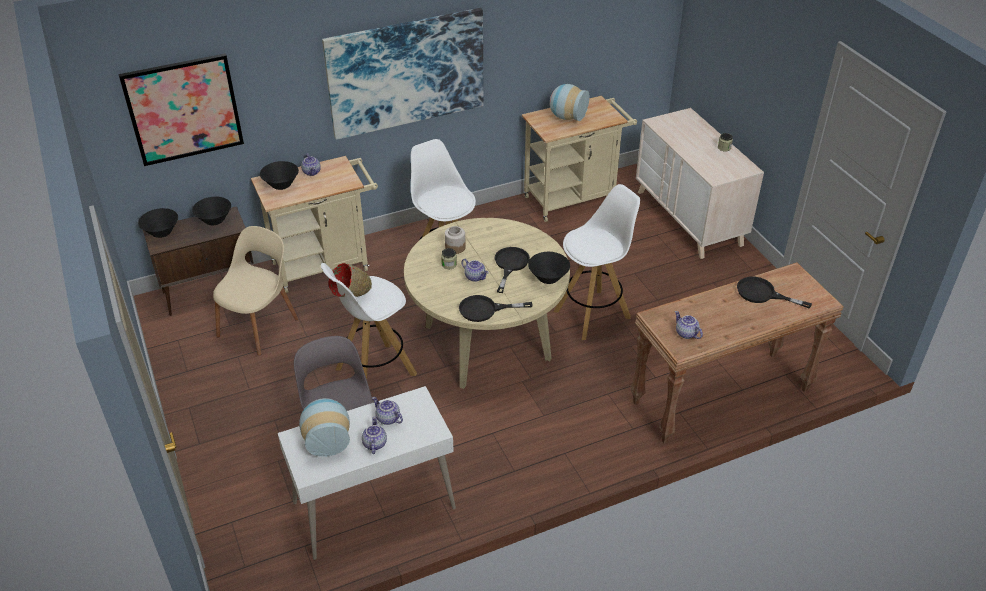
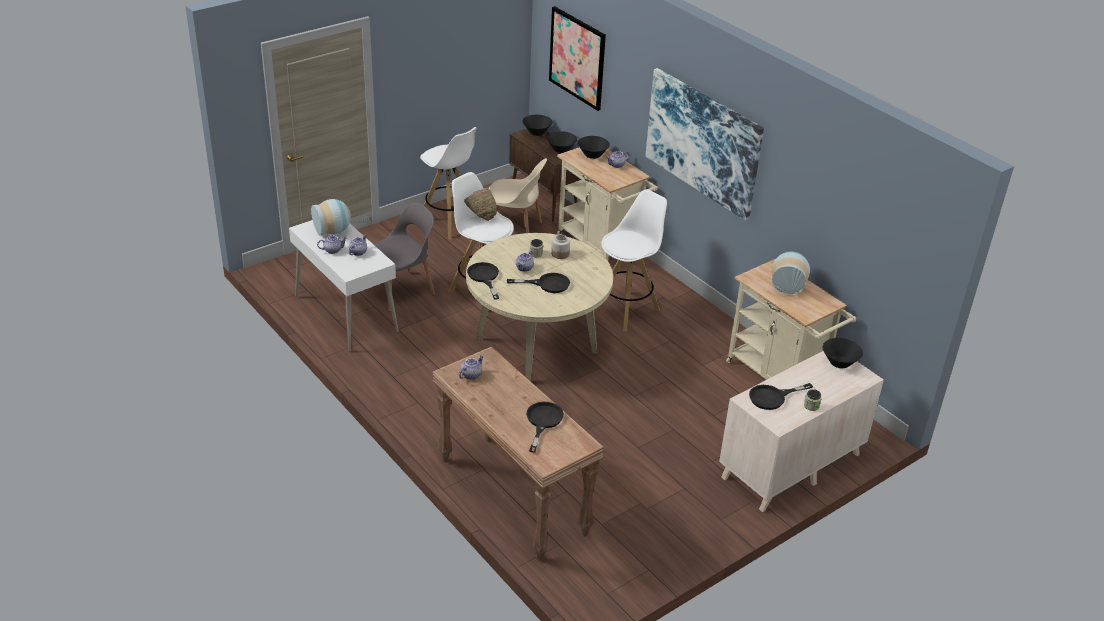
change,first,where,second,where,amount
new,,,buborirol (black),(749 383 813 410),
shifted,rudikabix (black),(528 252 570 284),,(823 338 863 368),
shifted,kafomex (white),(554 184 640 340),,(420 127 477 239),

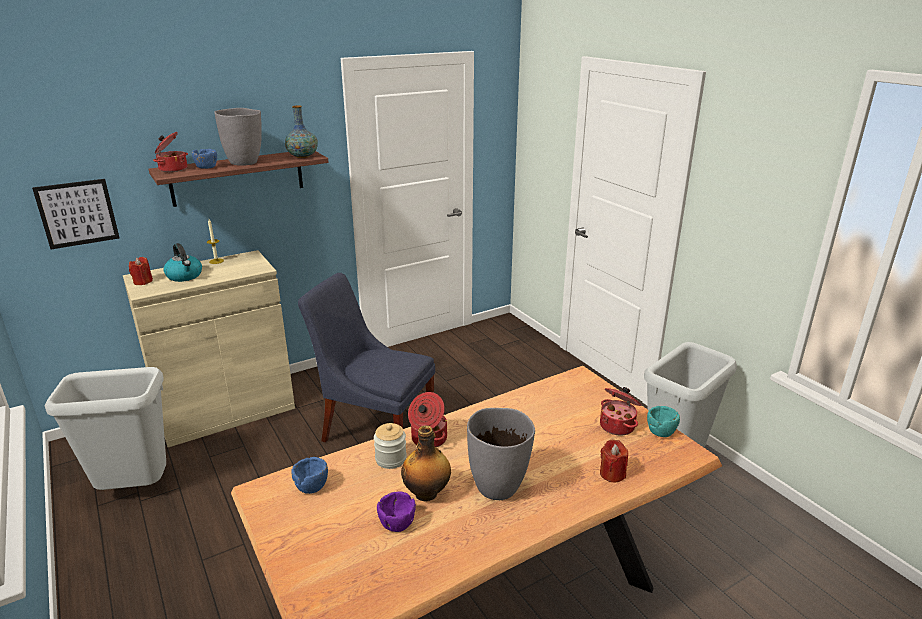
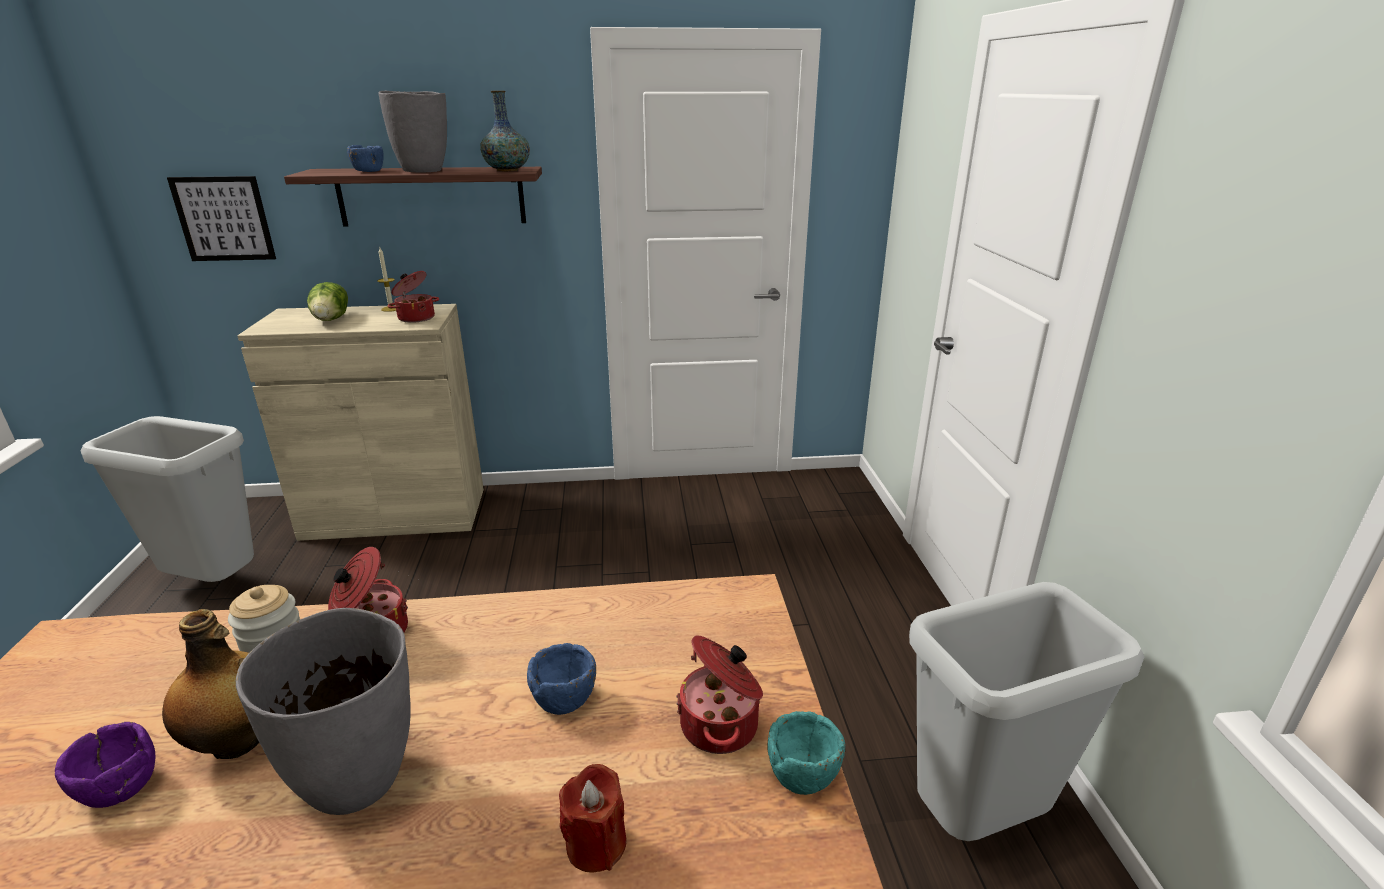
change,first,where,second,where,amount
gone,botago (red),(129 257 153 285),,,
gone,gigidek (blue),(298 273 435 442),,,
shifted,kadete,(153 132 188 172),,(387 271 439 323),
shifted,rudikabix (blue),(291 457 328 494),,(527 643 596 715),
swapped,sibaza,(163 243 202 282),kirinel,(307 282 348 321),

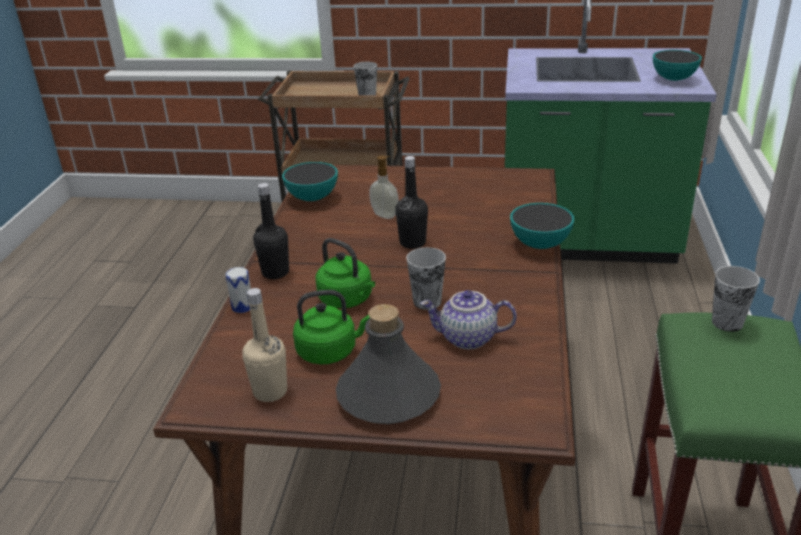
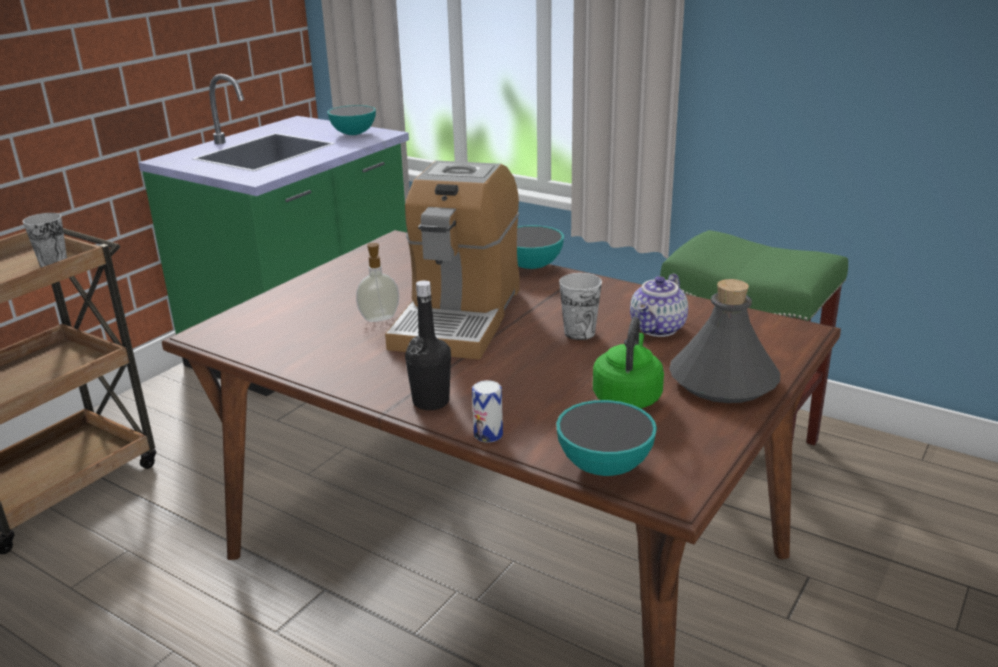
change,first,where,second,where,amount
gone,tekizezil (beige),(242 288 287 402),,,
gone,sibaza (green),(316 238 375 308),,,
gone,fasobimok,(712 266 760 332),,,
shifted,rudikabix,(282 162 338 201),,(556 400 657 476),
swapped,tekizezil (black),(395 156 428 249),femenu,(385 161 520 360),

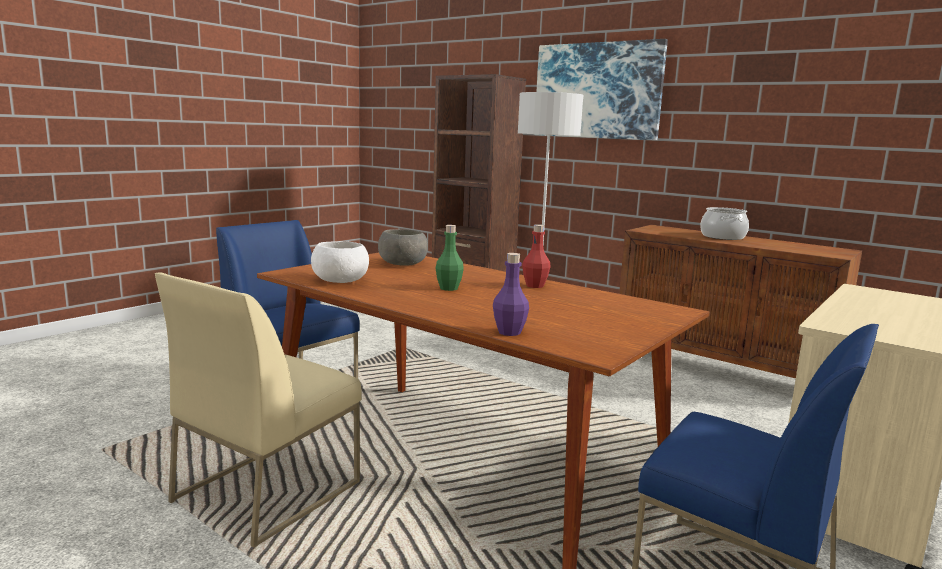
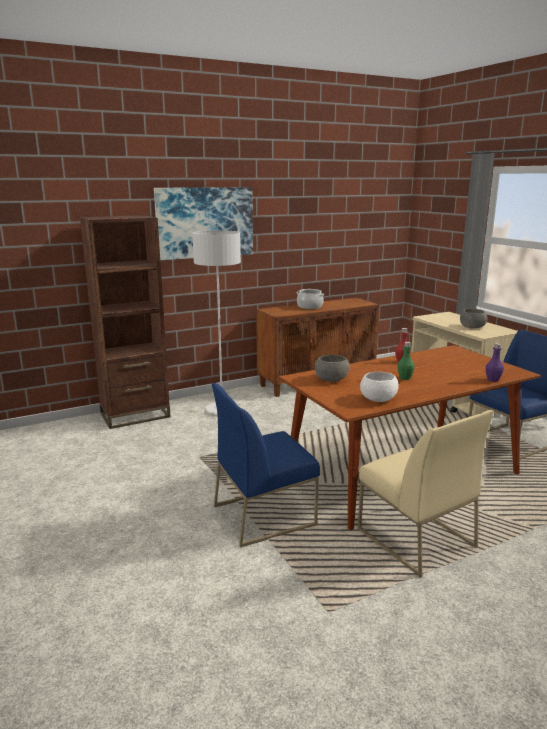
change,first,where,second,where,amount
new,,,rudikabix (grey),(460 309 487 328),

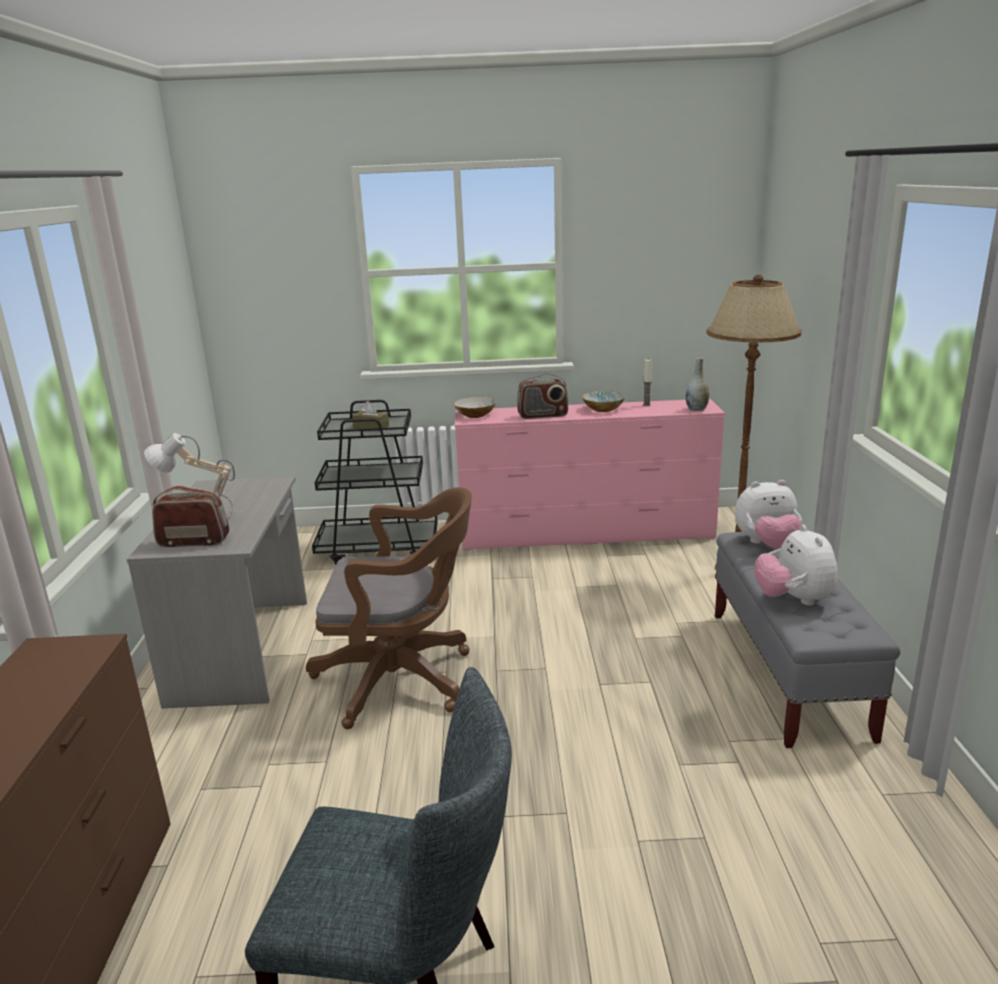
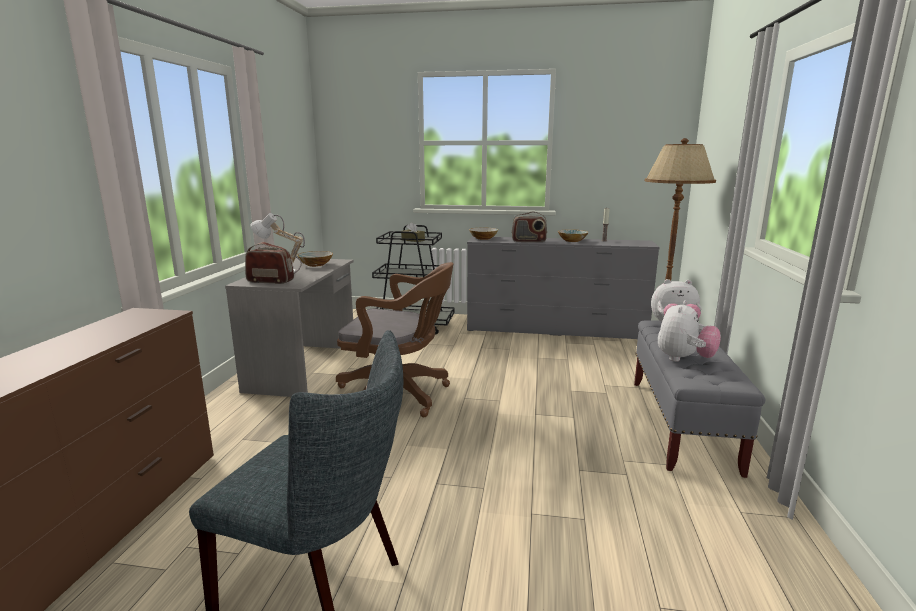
change,first,where,second,where,amount
gone,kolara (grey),(686 358 709 411),,,
new,,,rudikabix,(297 251 333 267),
repainted,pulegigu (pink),(455 399 725 550),pulegigu (grey),(467 236 660 339),
rotated,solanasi,(754 525 838 606),,(658 300 721 362),150 degrees counterclockwise

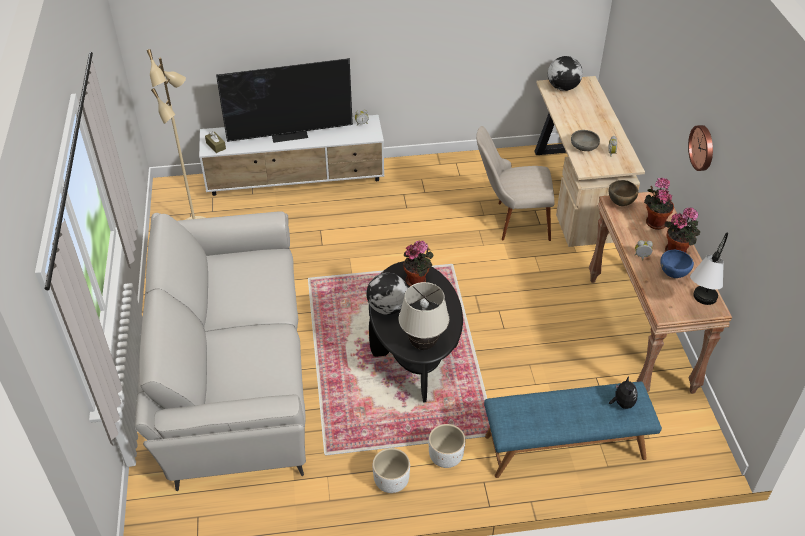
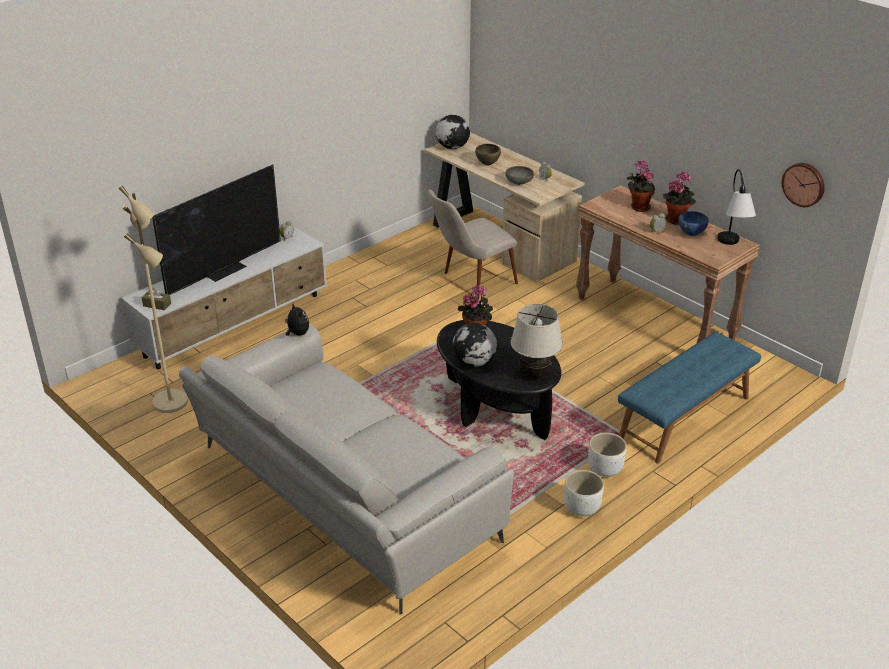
change,first,where,second,where,amount
shifted,rudikabix (brown),(609 180 638 206),,(475 144 501 165),
shifted,solanasi,(609 376 637 409),,(285 304 309 336),
shifted,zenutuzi,(688 125 713 171),,(782 163 825 207),

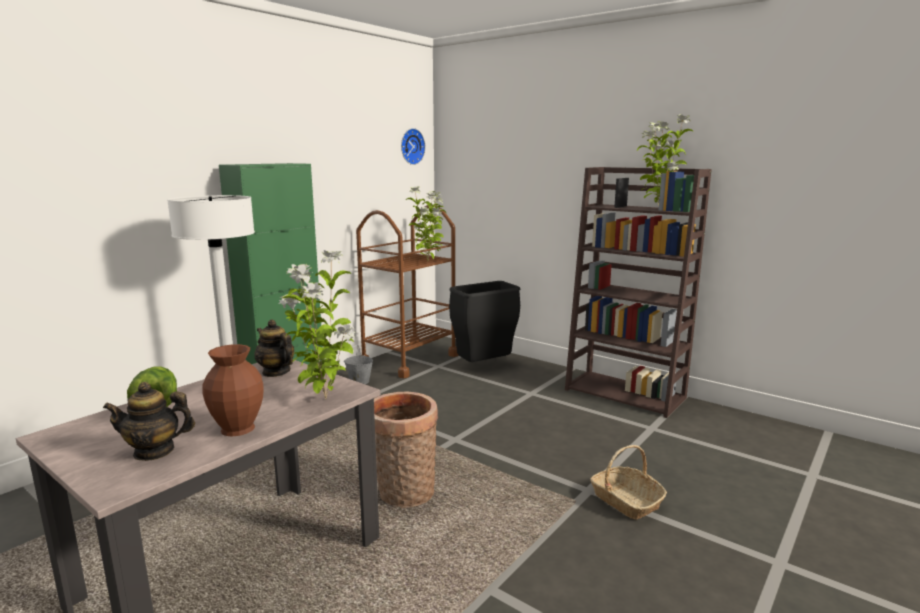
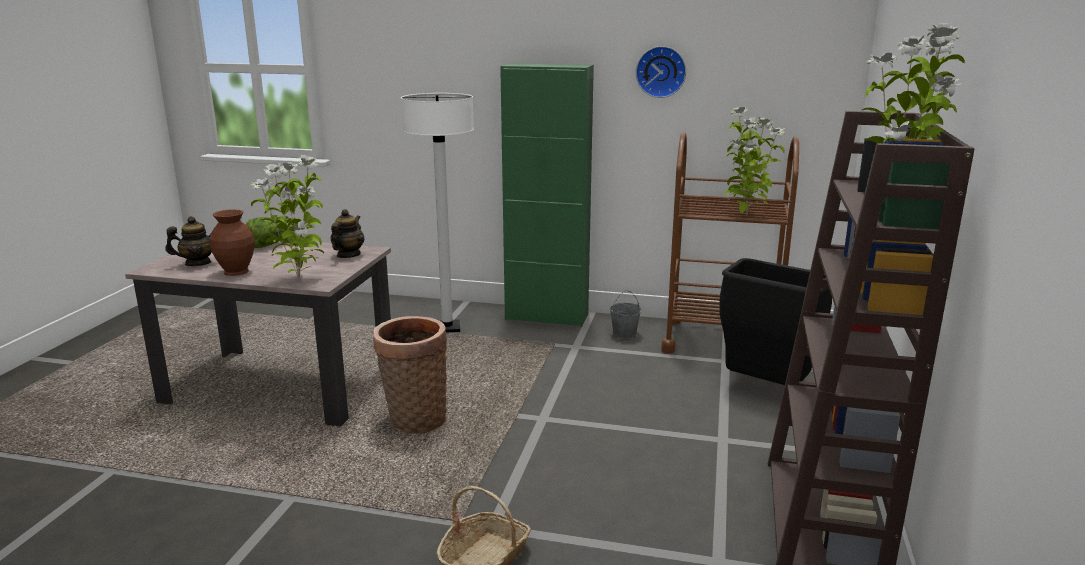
change,first,where,second,where,amount
shifted,zenutuzi,(401 128 425 165),,(636 46 686 98),
rotated,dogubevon,(103 382 195 461),,(165 216 212 266),105 degrees clockwise

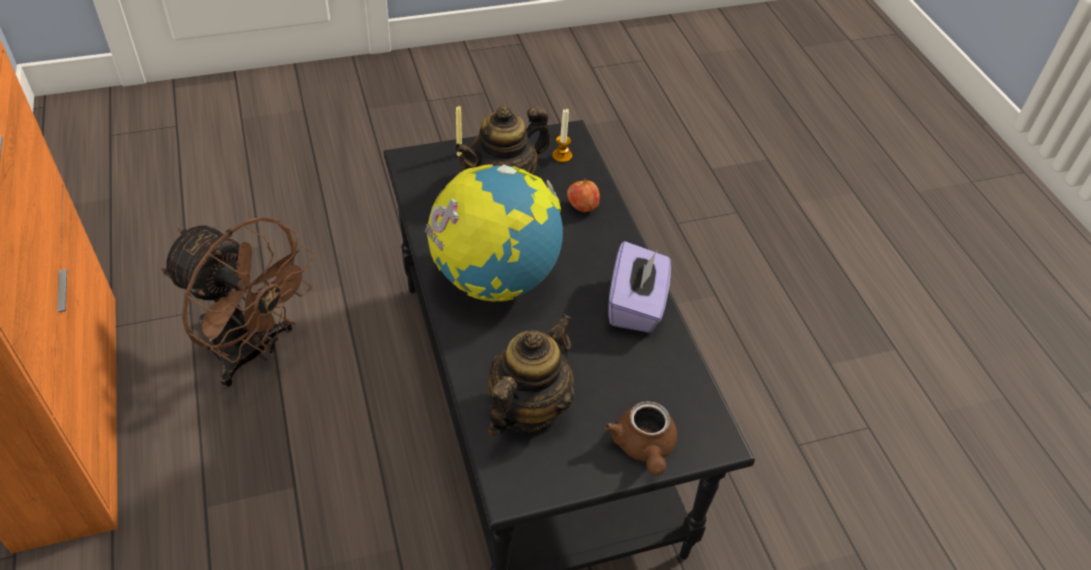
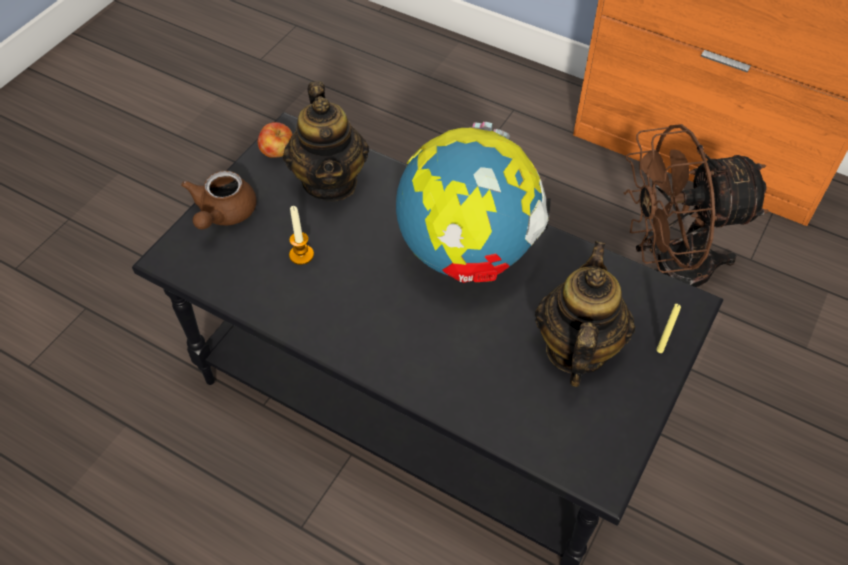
change,first,where,second,where,amount
gone,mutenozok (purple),(608 241 671 333),,,
shifted,botago,(552 109 572 162),,(289 206 314 265),
shifted,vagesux,(567 178 600 212),,(258 122 293 158),
rotated,dogubevon (brown),(605 401 677 476),,(181 171 257 229),120 degrees counterclockwise

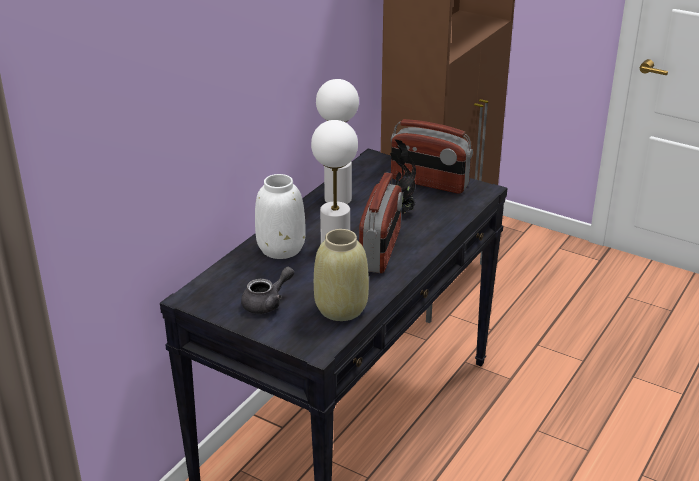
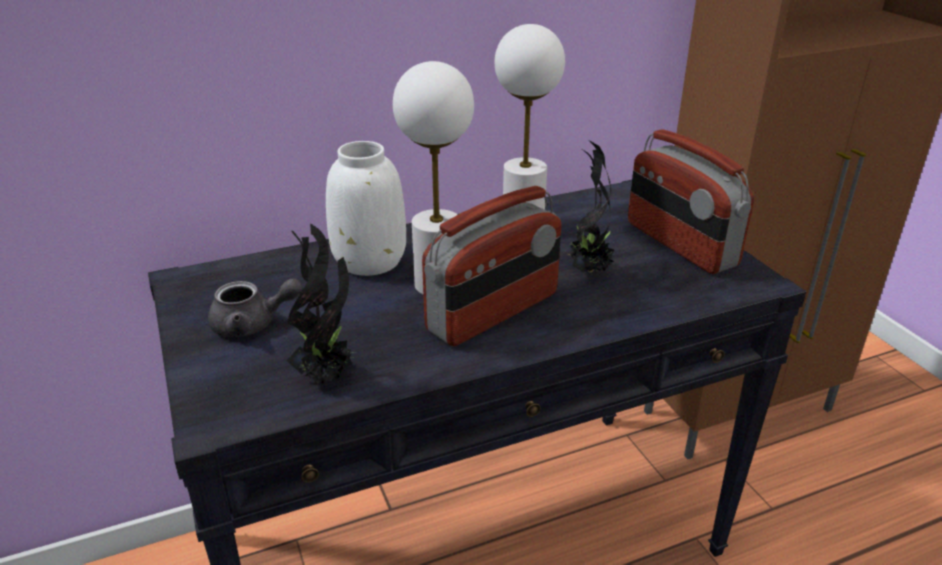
change,first,where,second,where,amount
swapped,kolara (beige),(314 229 369 321),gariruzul,(287 223 354 385),

